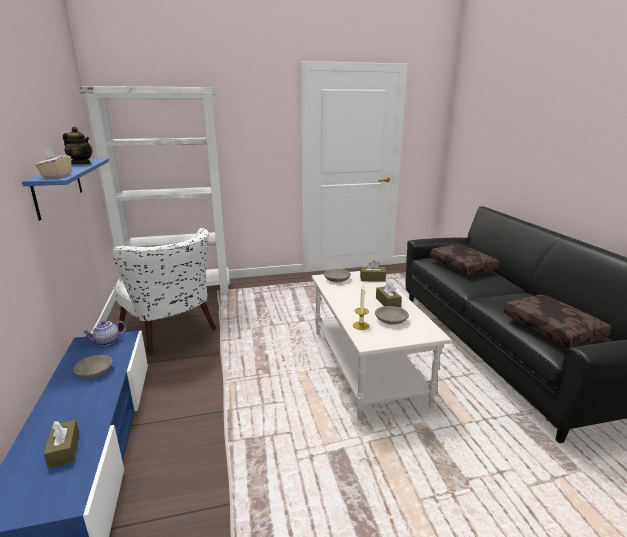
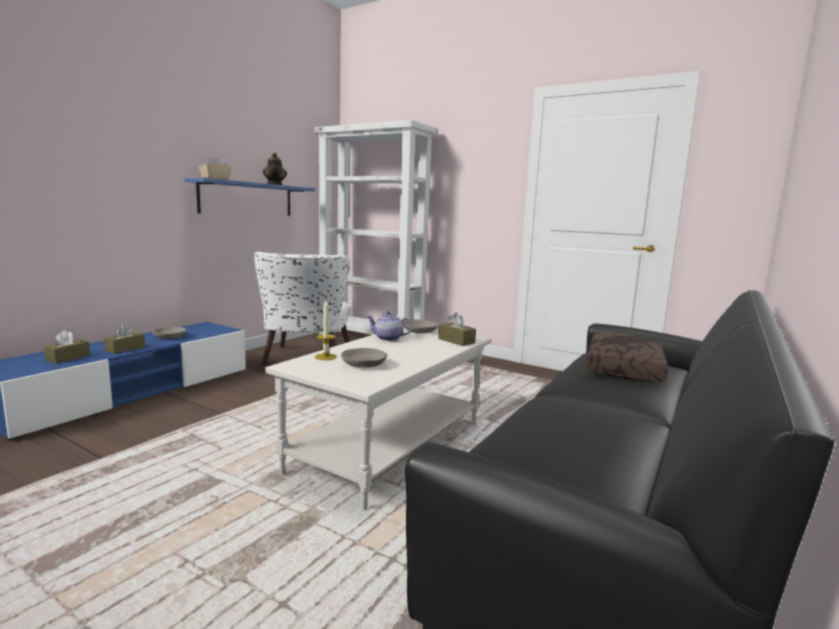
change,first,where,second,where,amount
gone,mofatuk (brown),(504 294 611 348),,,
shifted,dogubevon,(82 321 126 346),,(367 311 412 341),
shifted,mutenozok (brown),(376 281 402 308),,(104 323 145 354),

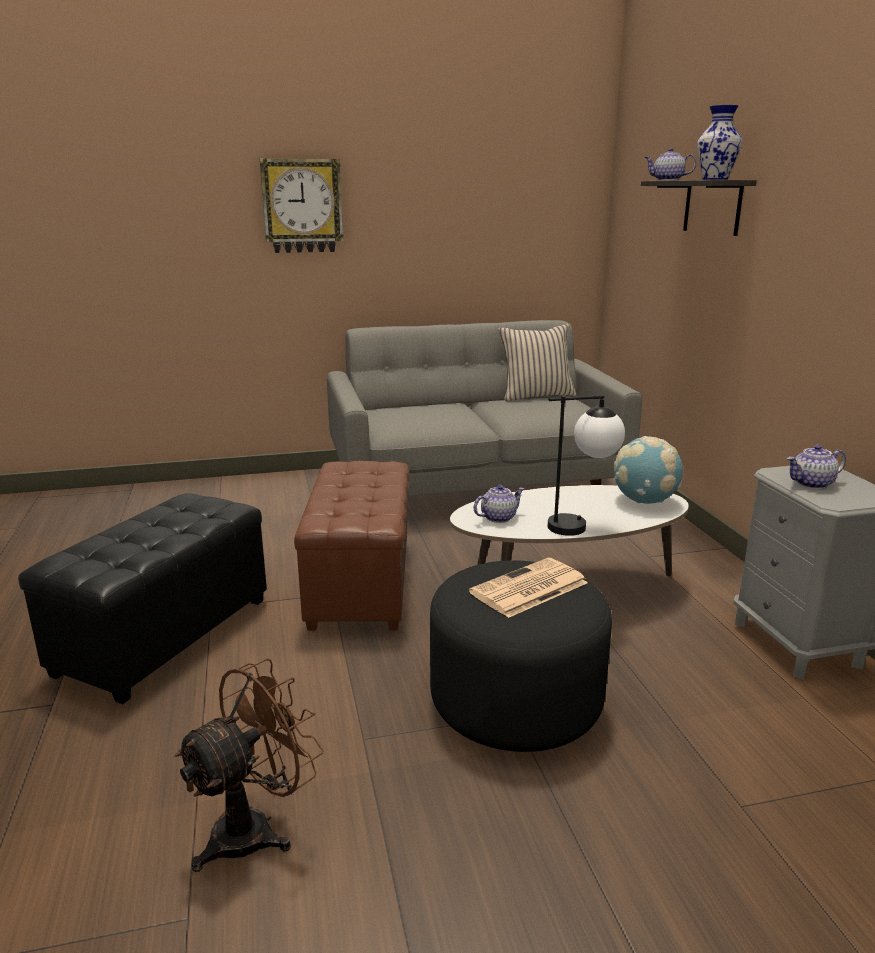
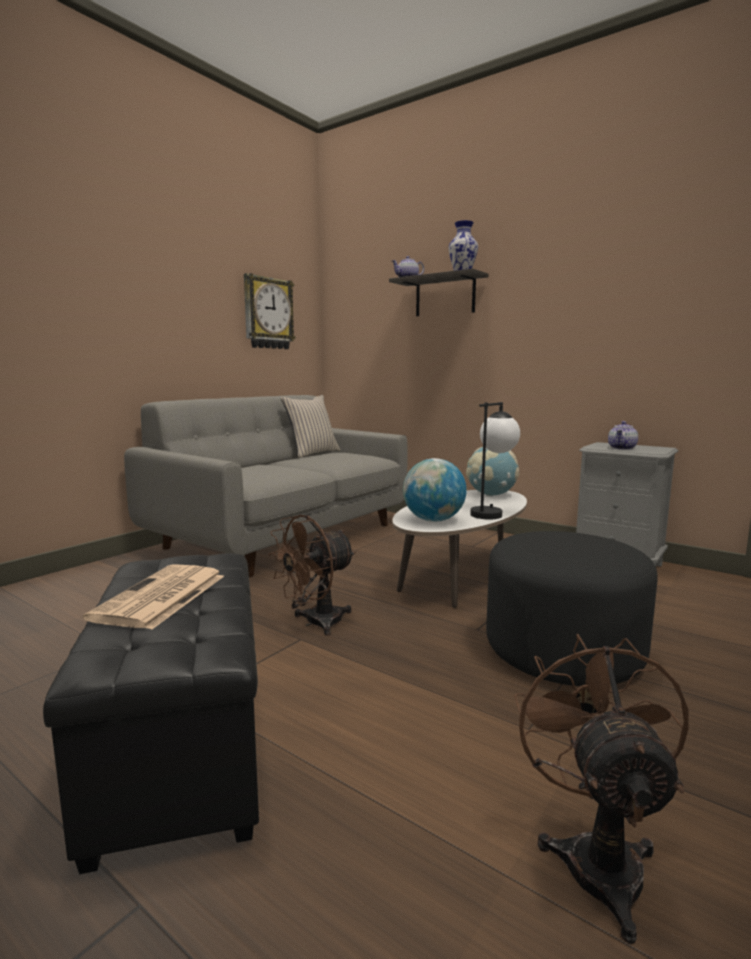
change,first,where,second,where,amount
shifted,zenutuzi,(260 158 343 253),,(244 273 296 349),
shifted,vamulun,(469 558 588 618),,(83 564 224 630),
swapped,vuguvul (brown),(294 461 410 631),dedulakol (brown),(268 515 356 636),
swapped,dogubevon,(473 485 524 523),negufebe,(403 458 467 522),

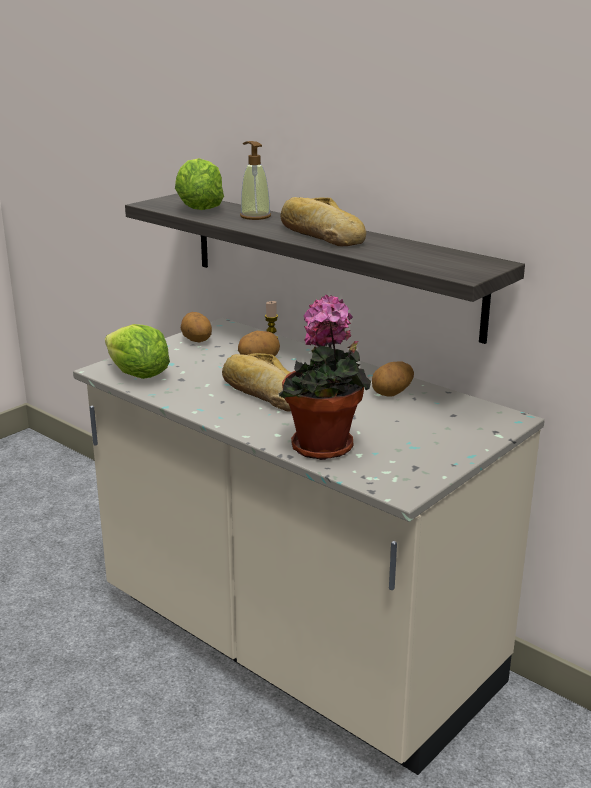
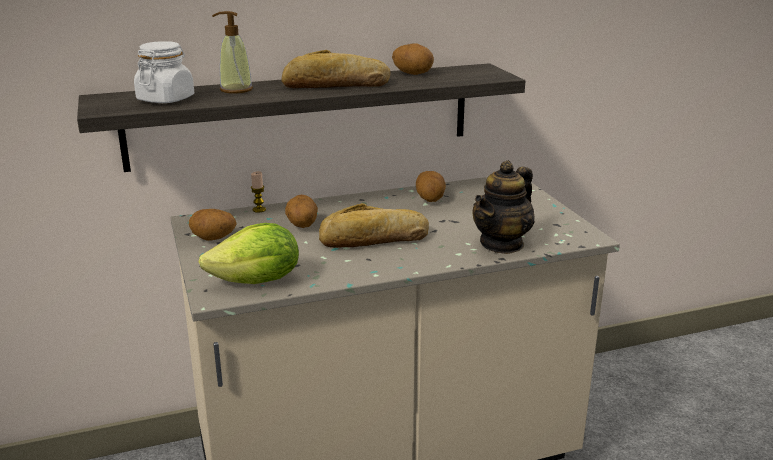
change,first,where,second,where,amount
new,,,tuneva,(392 44 434 75),
swapped,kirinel,(175 158 224 210),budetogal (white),(134 41 194 103),
swapped,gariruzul,(279 295 371 460),dogubevon,(472 160 535 254),

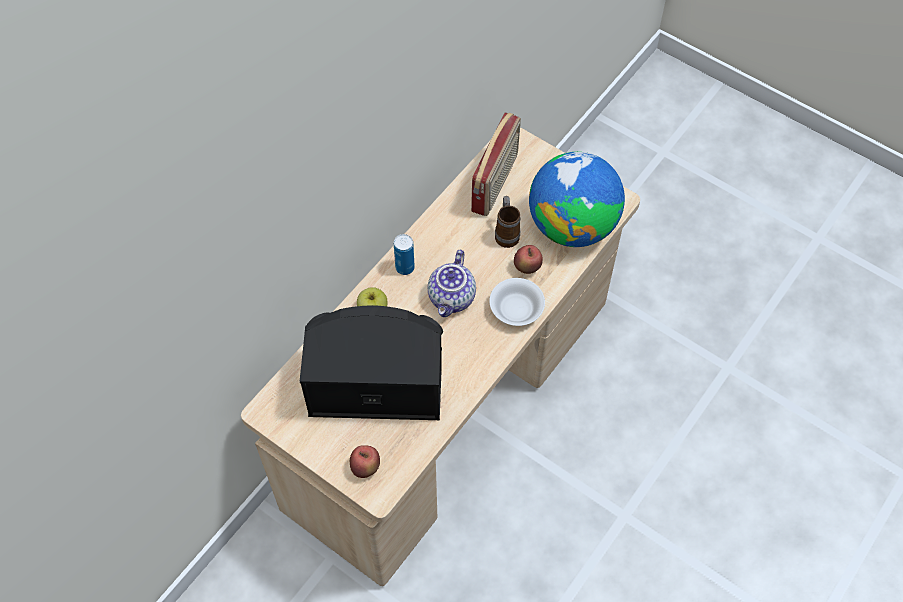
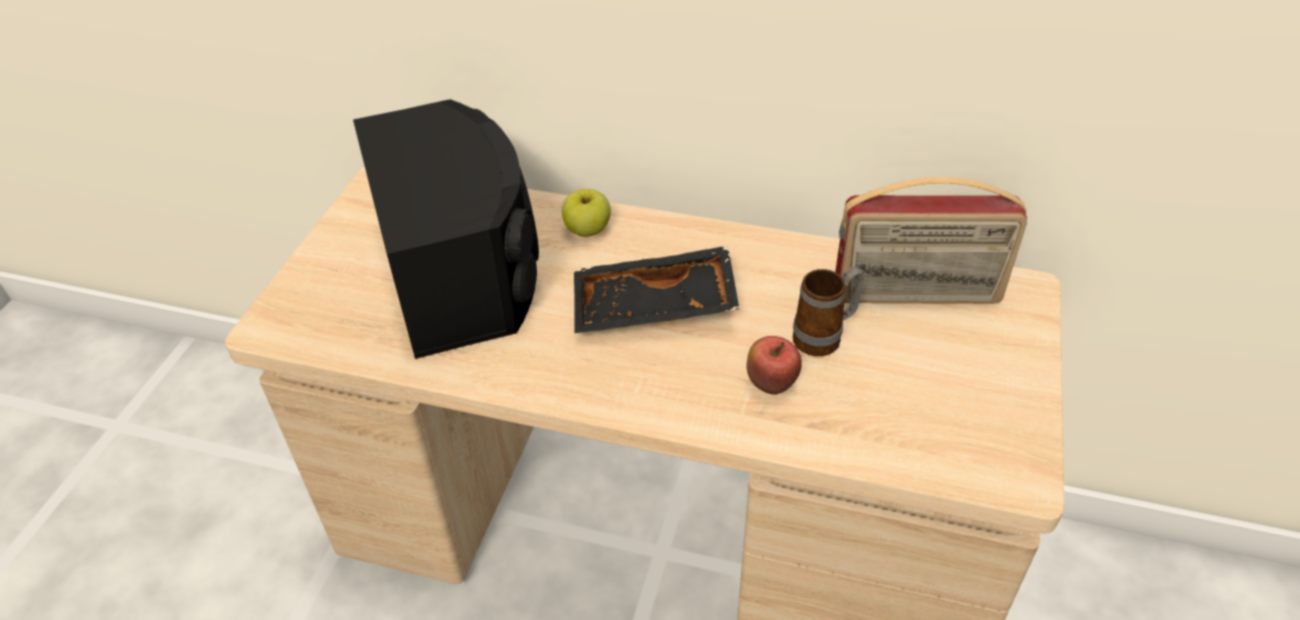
change,first,where,second,where,amount
gone,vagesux,(350 445 380 478),,,
gone,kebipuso,(394 234 415 275),,,
gone,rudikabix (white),(489 278 545 326),,,
gone,negufebe,(529 152 625 247),,,
swapped,dogubevon,(428 250 476 317),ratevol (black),(574 246 739 334),

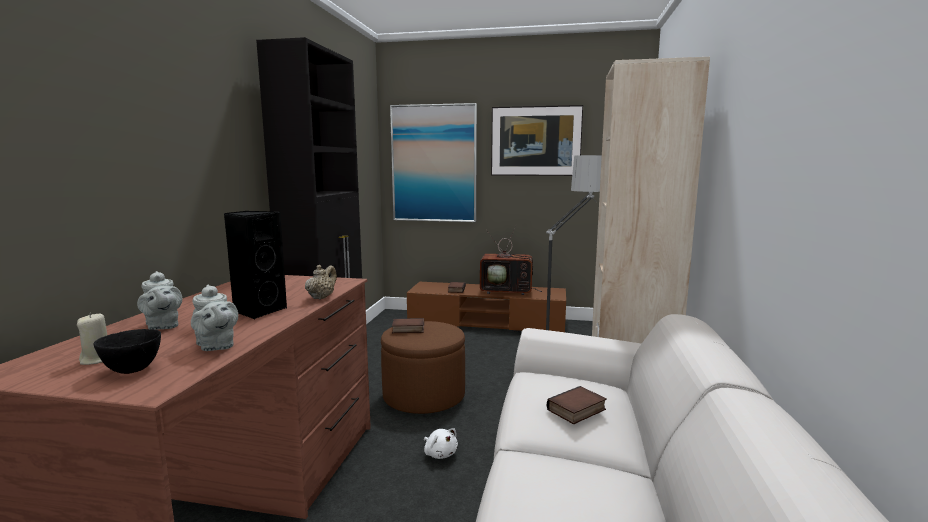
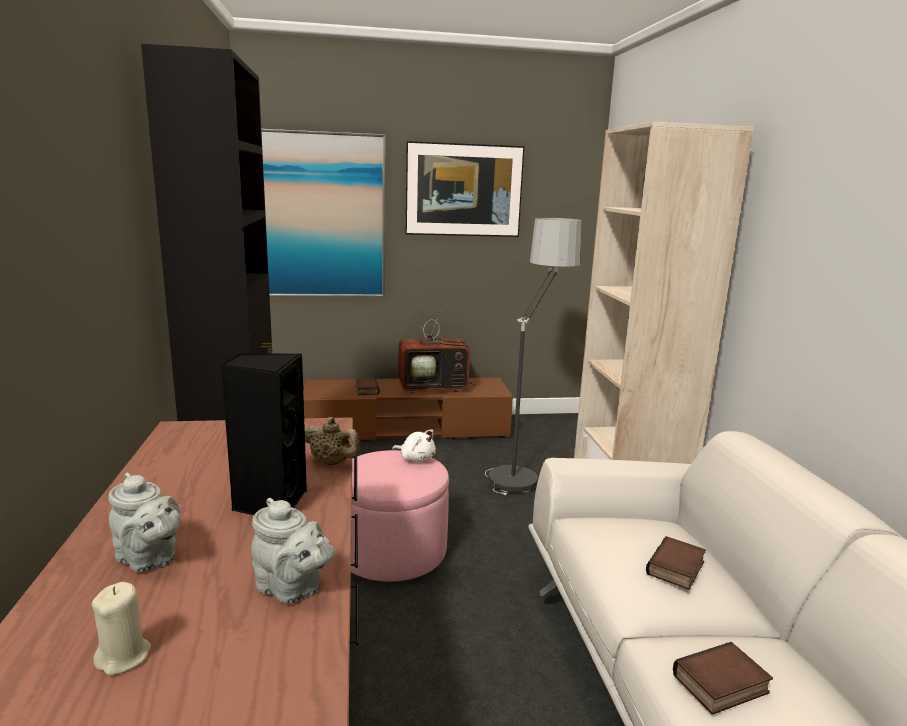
change,first,where,second,where,amount
gone,rudikabix (black),(93 329 161 374),,,
shifted,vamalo,(392 318 424 333),,(673 642 773 715),
shifted,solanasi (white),(424 428 458 459),,(392 430 436 462),
repainted,vuguvul (brown),(381 321 465 414),vuguvul (pink),(351 450 449 582),
rotated,dogubevon (beige),(305 265 337 300),,(305 417 360 465),120 degrees clockwise

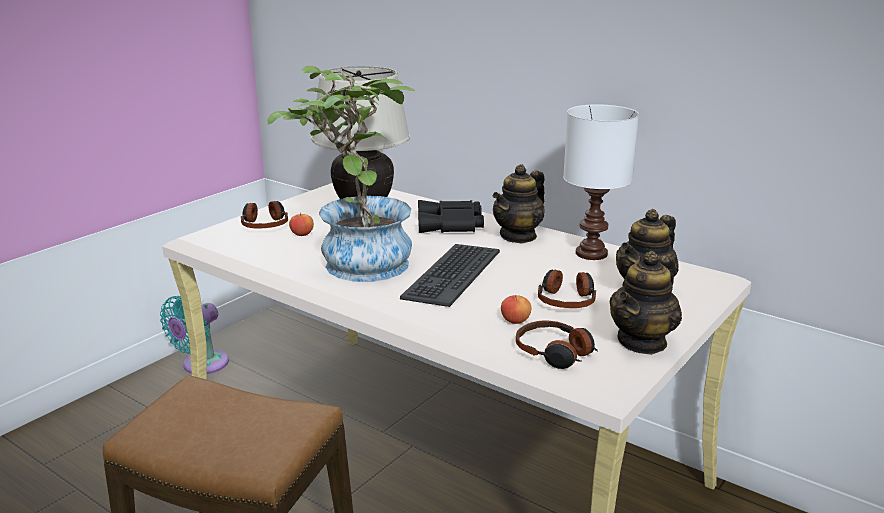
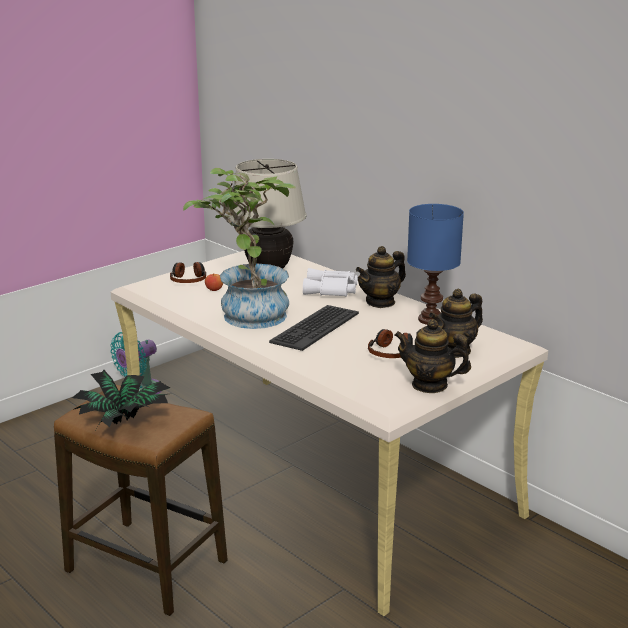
change,first,where,second,where,amount
gone,vagesux,(501 295 532 324),,,
gone,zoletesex,(516 320 598 369),,,
new,,,gariruzul,(72 370 170 428),
repainted,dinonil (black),(418 200 484 233),dinonil (white),(303 268 358 297),
repainted,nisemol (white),(563 104 639 260),nisemol (blue),(407 204 464 325),
rotated,dogubevon,(609 251 682 355),,(394 319 471 393),60 degrees clockwise

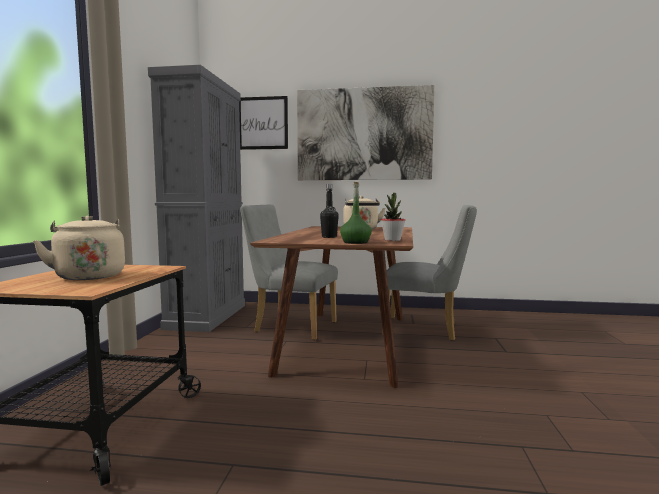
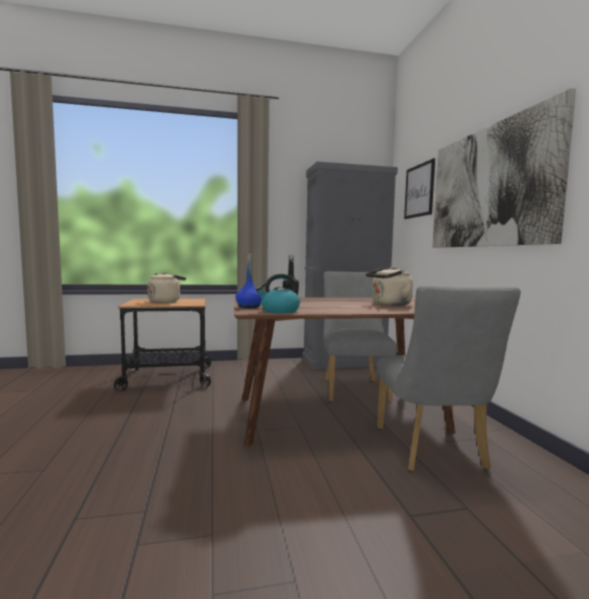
change,first,where,second,where,amount
swapped,gariruzul,(381 193 406 241),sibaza,(256 274 300 313),
repainted,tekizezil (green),(340 182 372 244),tekizezil (blue),(235 254 261 308),

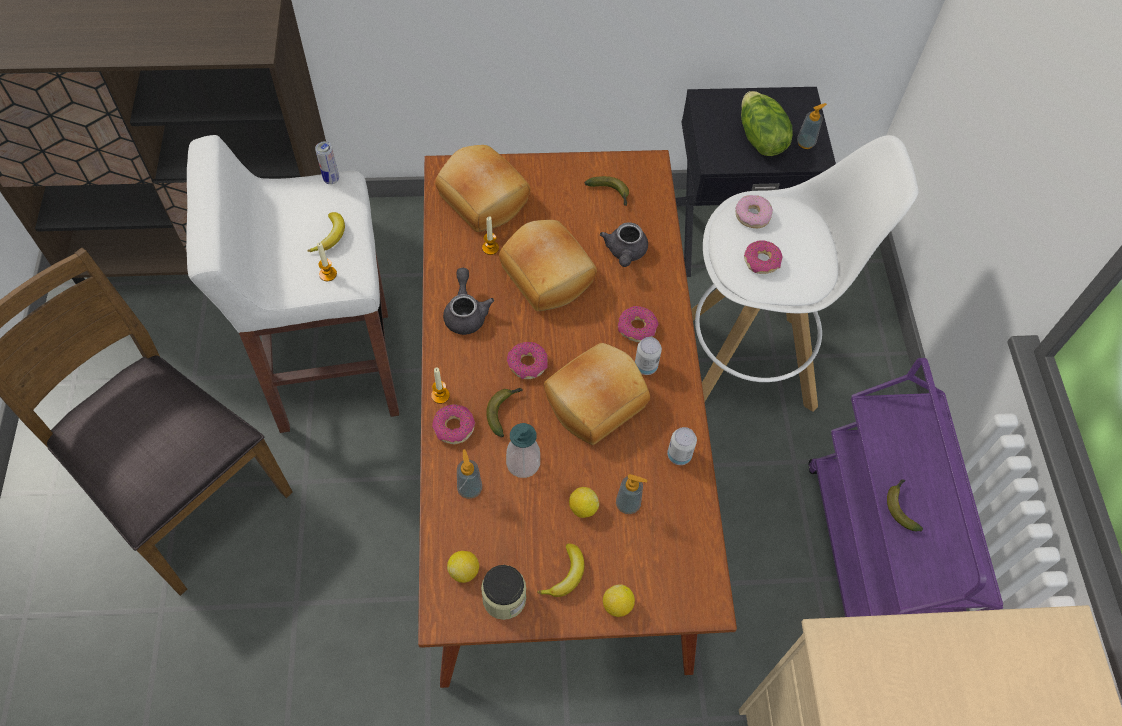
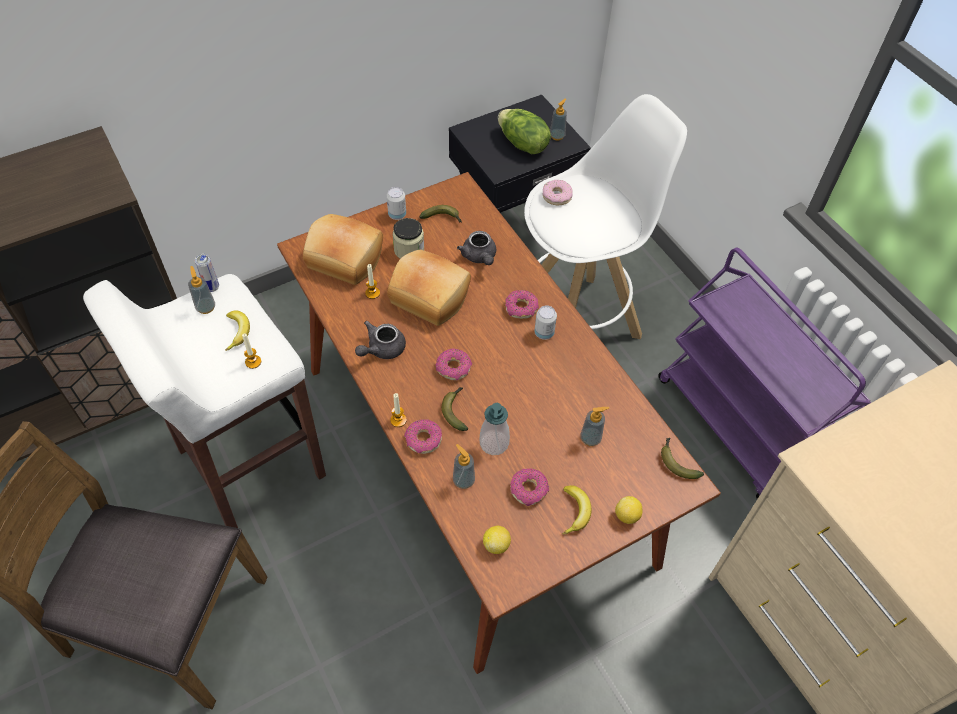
change,first,where,second,where,amount
gone,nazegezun,(543 343 650 445),,,
gone,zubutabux,(569 487 599 518),,,
new,,,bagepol,(188 266 215 314),
shifted,budetogal,(481 565 526 620),,(393 218 424 259),
shifted,kebipuso,(667 427 697 465),,(387 187 406 220),
shifted,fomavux,(744 241 783 274),,(510 468 549 506),
shifted,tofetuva,(887 479 923 531),,(661 438 704 479),
rotated,dogubevon (grey),(443 268 494 335),,(355 321 406 359),105 degrees counterclockwise

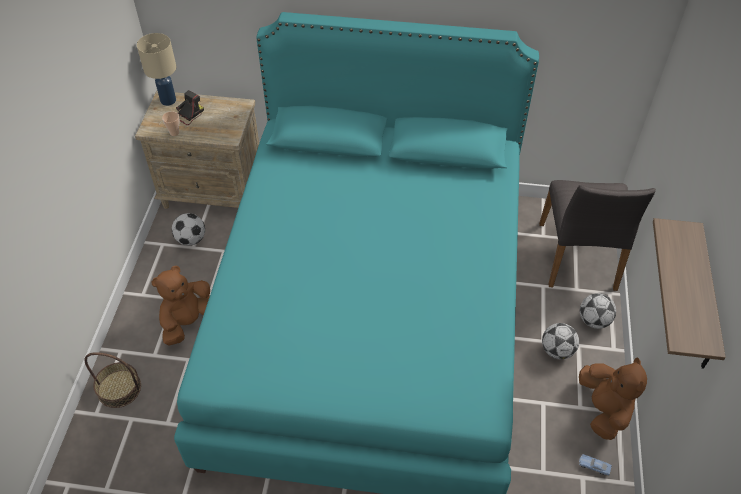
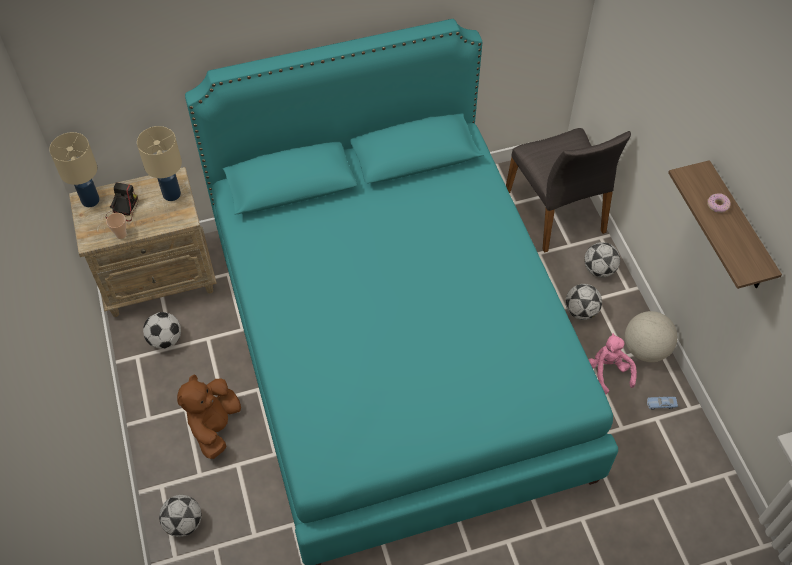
change,first,where,second,where,amount
new,,,nisemol (beige),(137 126 182 201),
new,,,solanasi (pink),(588 333 637 395),
new,,,fomavux,(707 193 731 213),
swapped,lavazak,(84 352 141 408),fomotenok,(159 495 201 537),
swapped,solanasi (brown),(579 357 647 440),negufebe,(625 311 677 362),

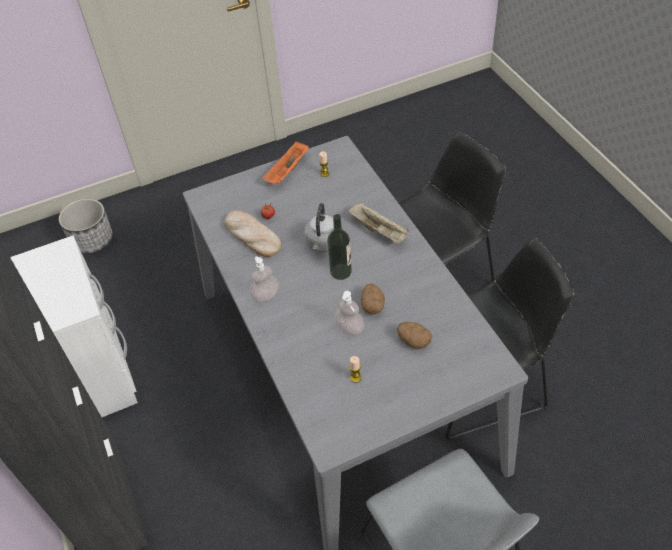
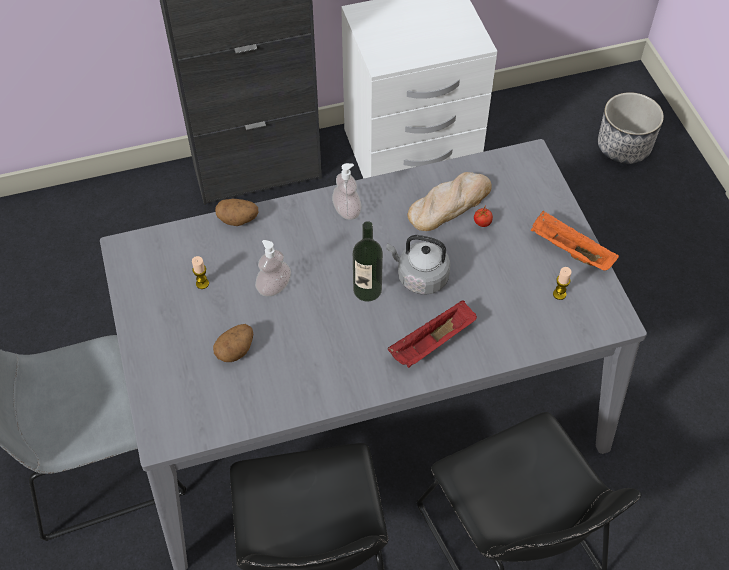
change,first,where,second,where,amount
shifted,tuneva,(361 283 385 314),,(215 199 259 226),
repainted,ratevol (beige),(348 202 409 244),ratevol (red),(388 300 477 368),

